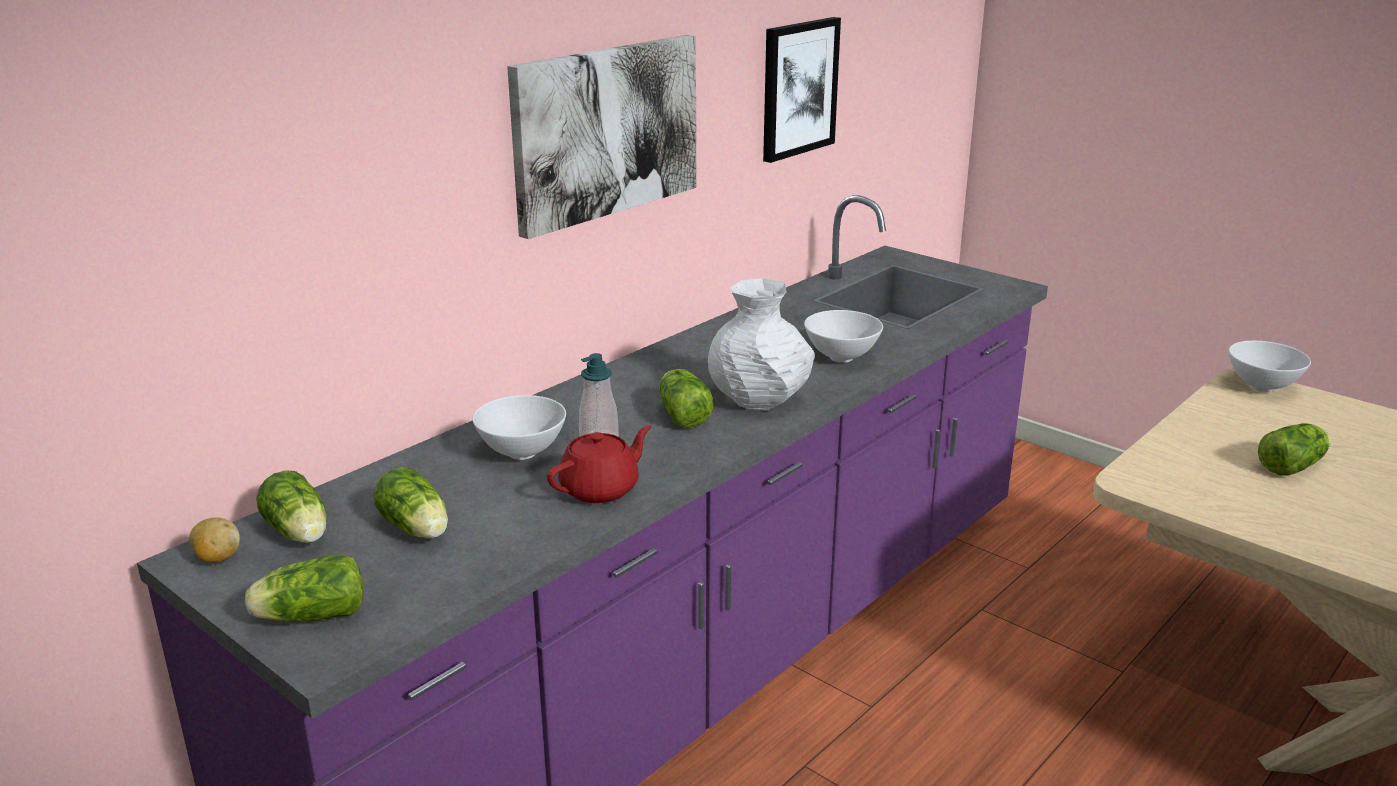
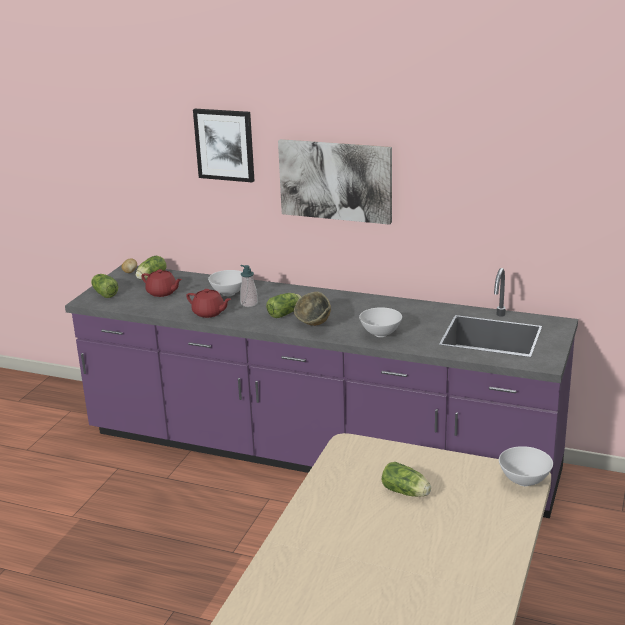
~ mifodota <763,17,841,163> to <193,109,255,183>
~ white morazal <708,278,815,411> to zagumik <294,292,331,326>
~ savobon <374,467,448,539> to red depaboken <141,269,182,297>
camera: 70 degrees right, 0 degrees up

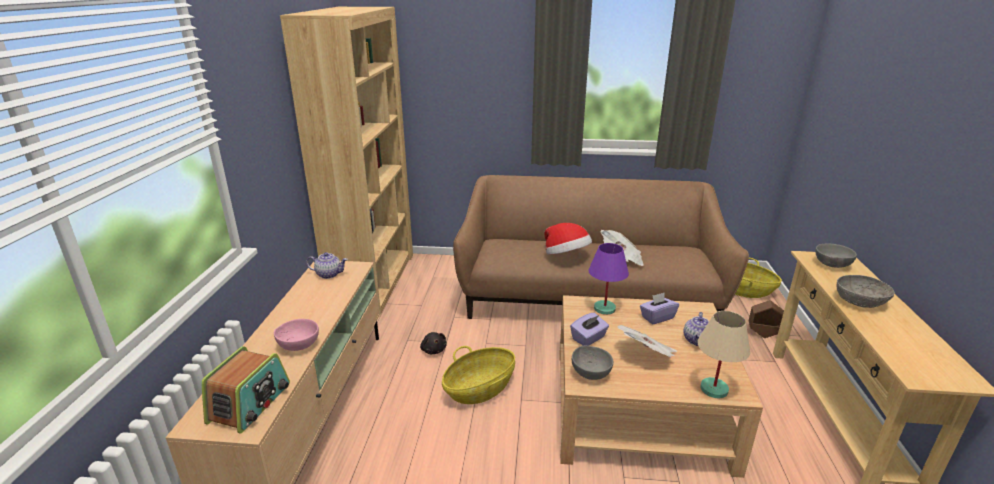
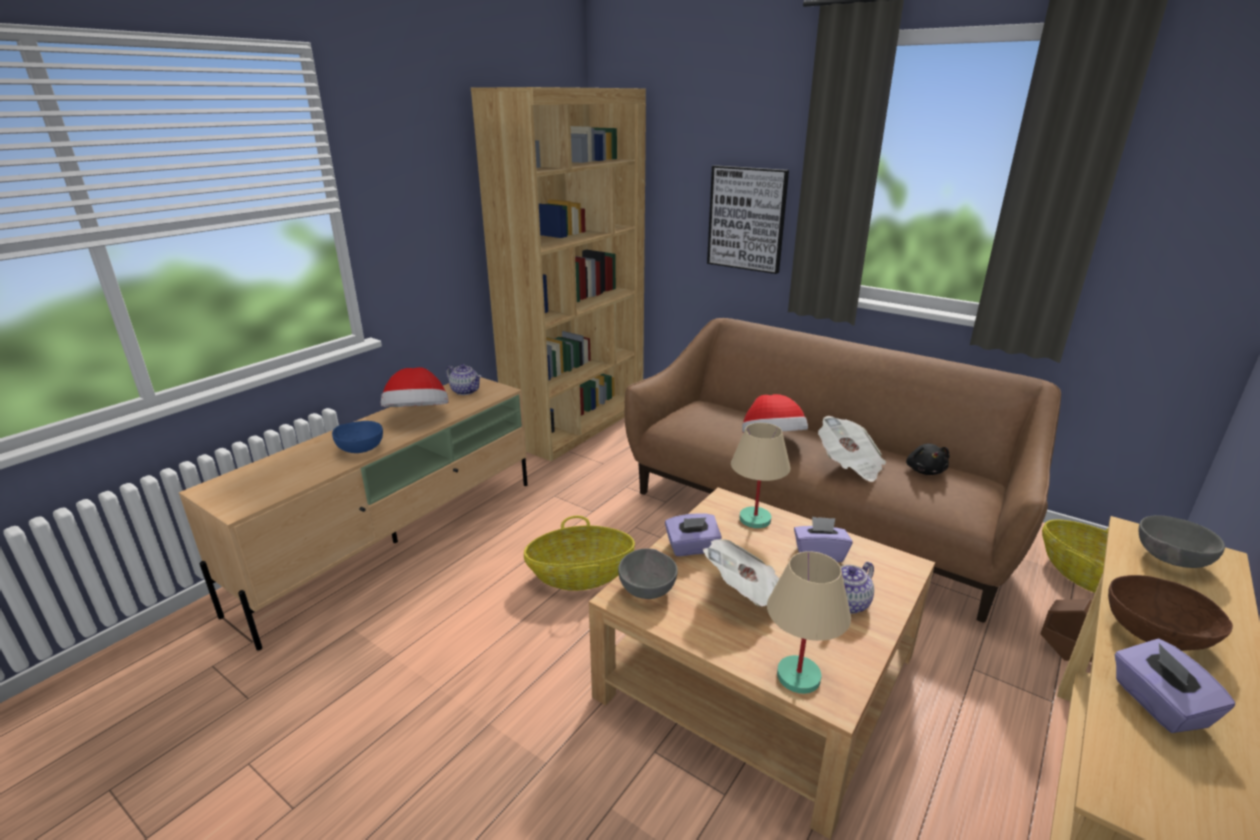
~ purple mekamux <588,243,629,315> to beige mekamux <731,423,791,529>
~ grey zagumik <836,275,895,308> to brown zagumik <1108,575,1233,651>
~ pink zagumik <274,319,319,351> to blue zagumik <332,421,383,453>
~ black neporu <420,332,447,354> to <906,443,950,475>
- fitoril <201,346,290,434>
+ mifodota <707,165,789,274>
+ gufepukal <381,367,449,407>
+ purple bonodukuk <1115,638,1235,733>
camera: 30 degrees right, 0 degrees up

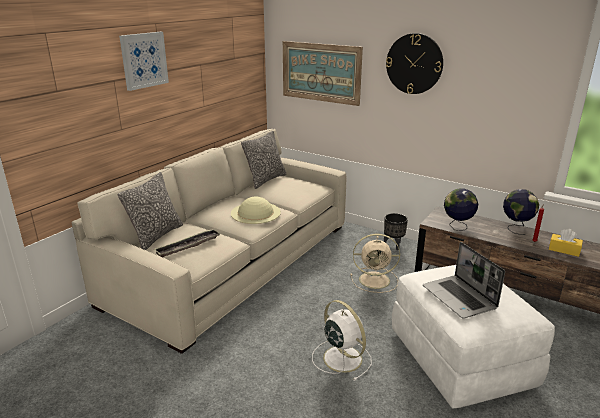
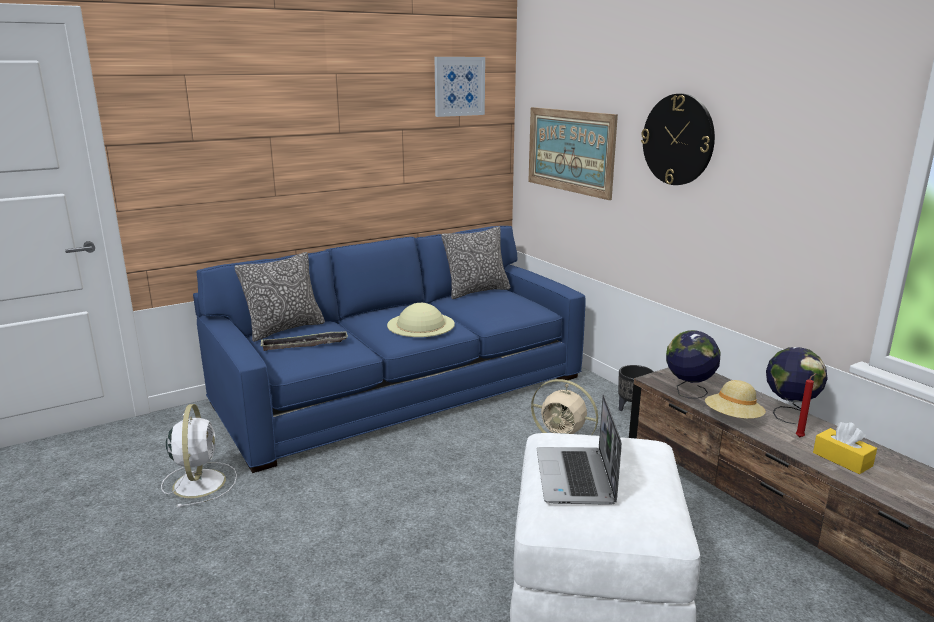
~ mifodota <119,32,169,91> to <435,57,485,117>
~ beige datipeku <71,129,346,354> to blue datipeku <193,226,586,473>
~ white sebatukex <312,300,372,381> to <161,404,237,508>
+ beige gufepukal <705,380,766,419>
camera: 25 degrees right, 5 degrees down

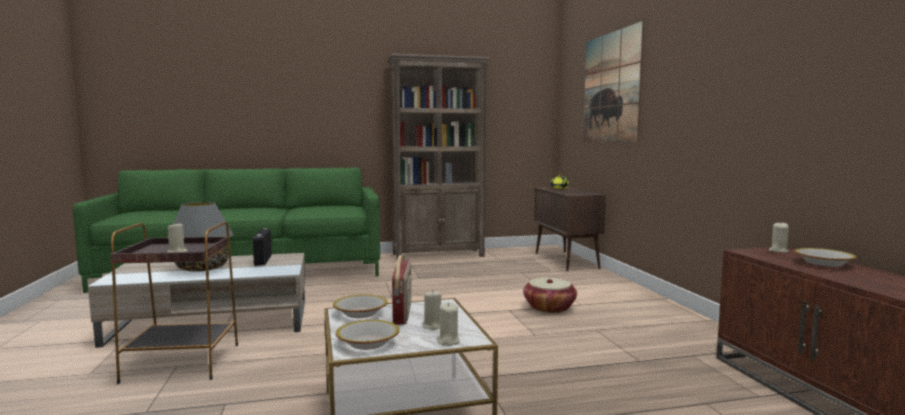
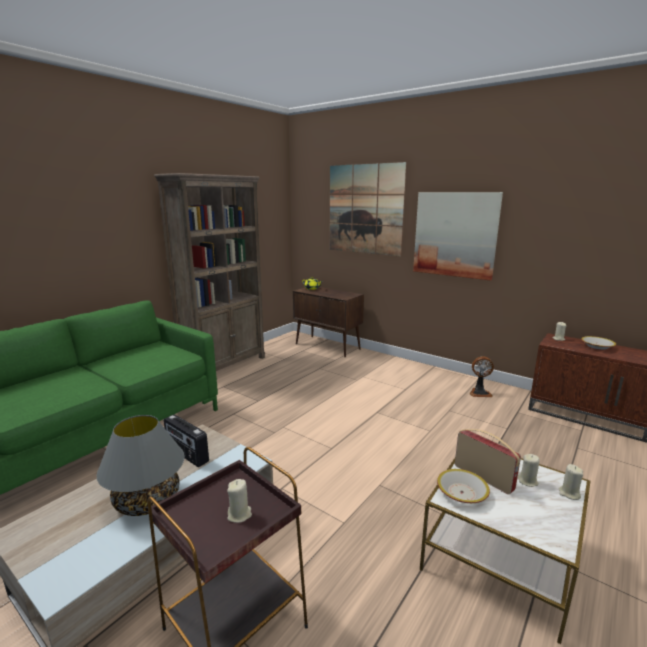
- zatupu <523,277,577,313>
- zagumik <336,320,399,350>
+ mifodota <413,192,503,281>
+ sebatukex <470,356,494,397>
camera: 40 degrees left, 10 degrees up

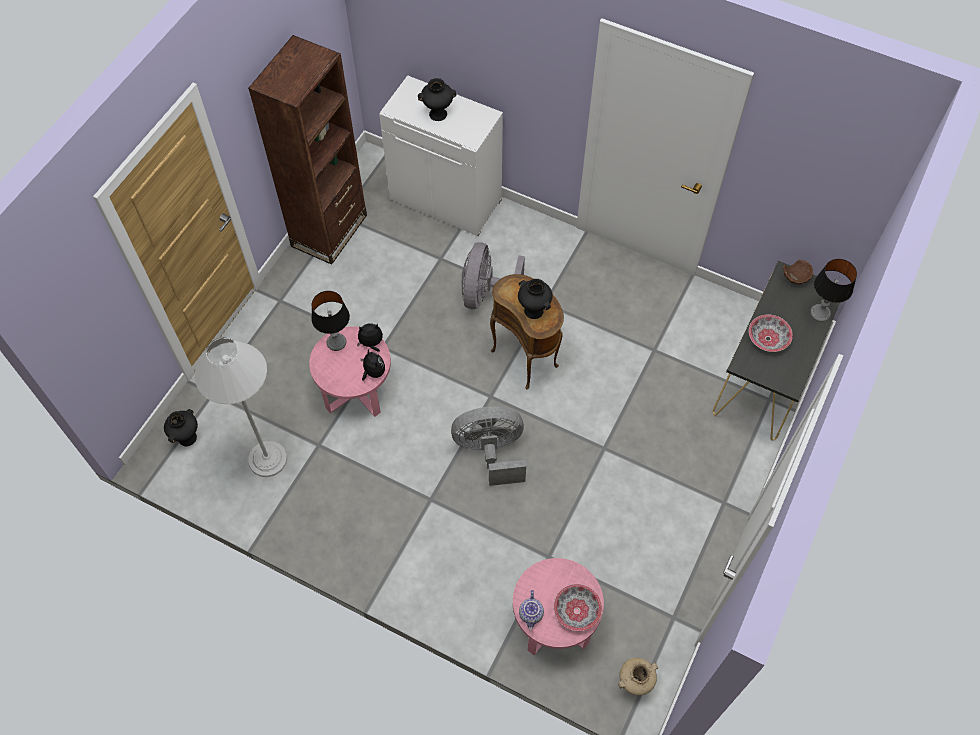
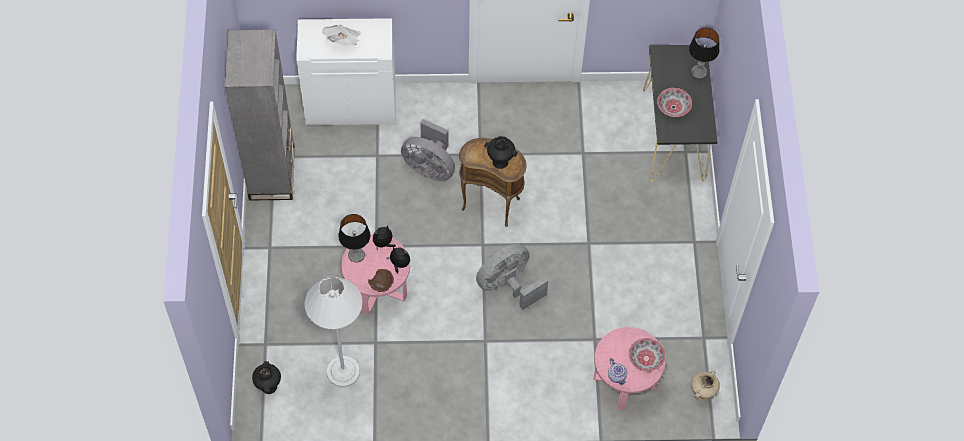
~ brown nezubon <248,35,367,265> to grey nezubon <225,30,295,201>
~ black morazal <418,78,456,121> to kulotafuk <322,24,361,46>
~ grey sebatukex <461,242,525,309> = <401,119,455,182> 45 degrees counterclockwise
~ brown zagumik <783,260,813,284> to <368,269,394,292>
camera: 30 degrees left, 0 degrees up

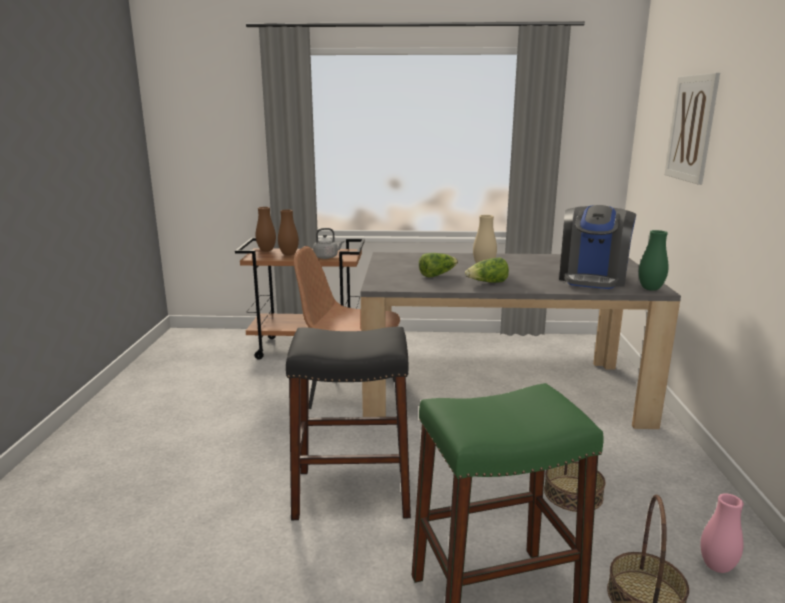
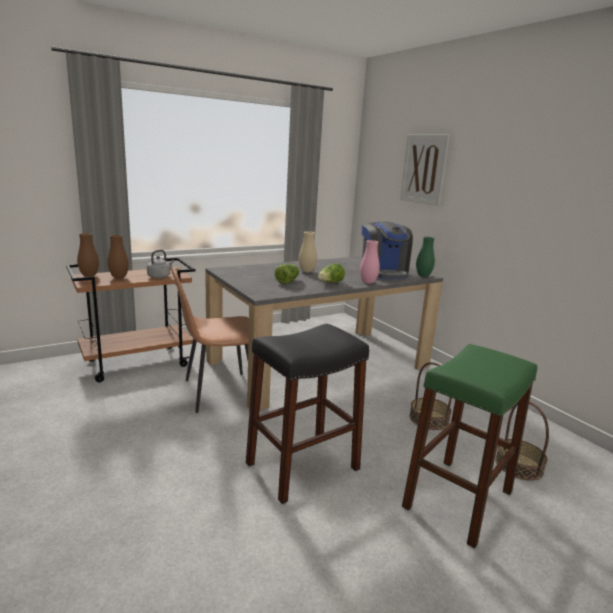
~ pink morazal <700,493,744,573> to <360,240,380,284>
camera: 35 degrees left, 0 degrees up

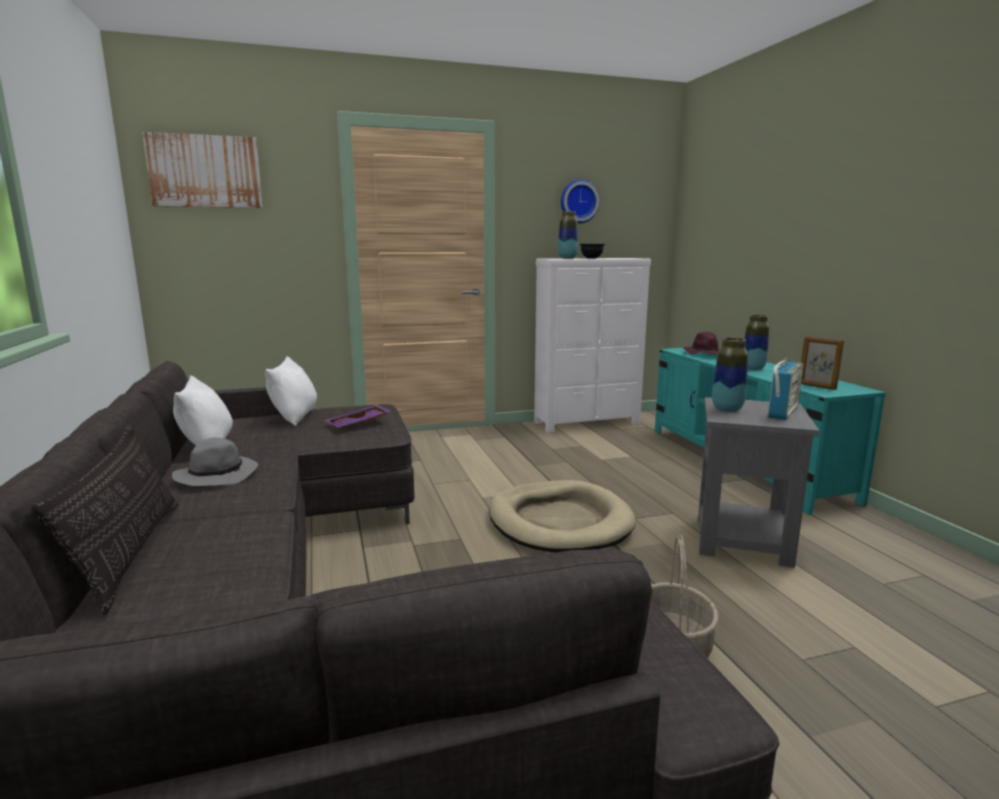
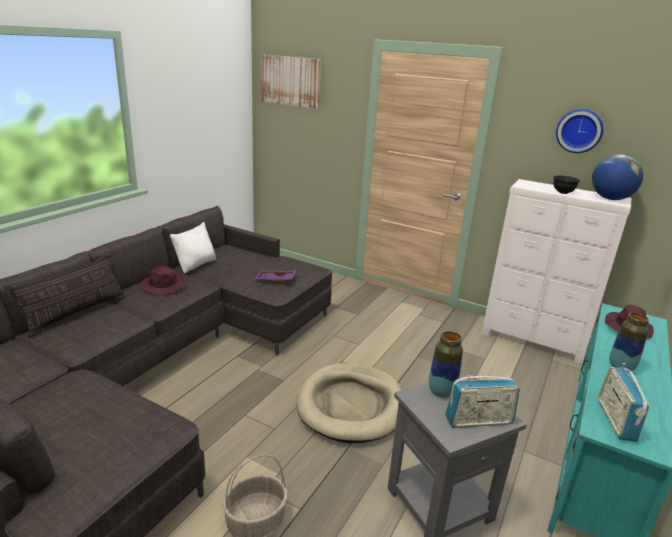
- morazal <558,211,578,259>
~ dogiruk <801,336,844,390> to fitoril <598,363,650,442>
- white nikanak <265,356,317,426>
~ grey gufepukal <172,438,258,486> to purple gufepukal <140,266,186,295>
+ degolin <592,154,643,200>
camera: 45 degrees right, 10 degrees up

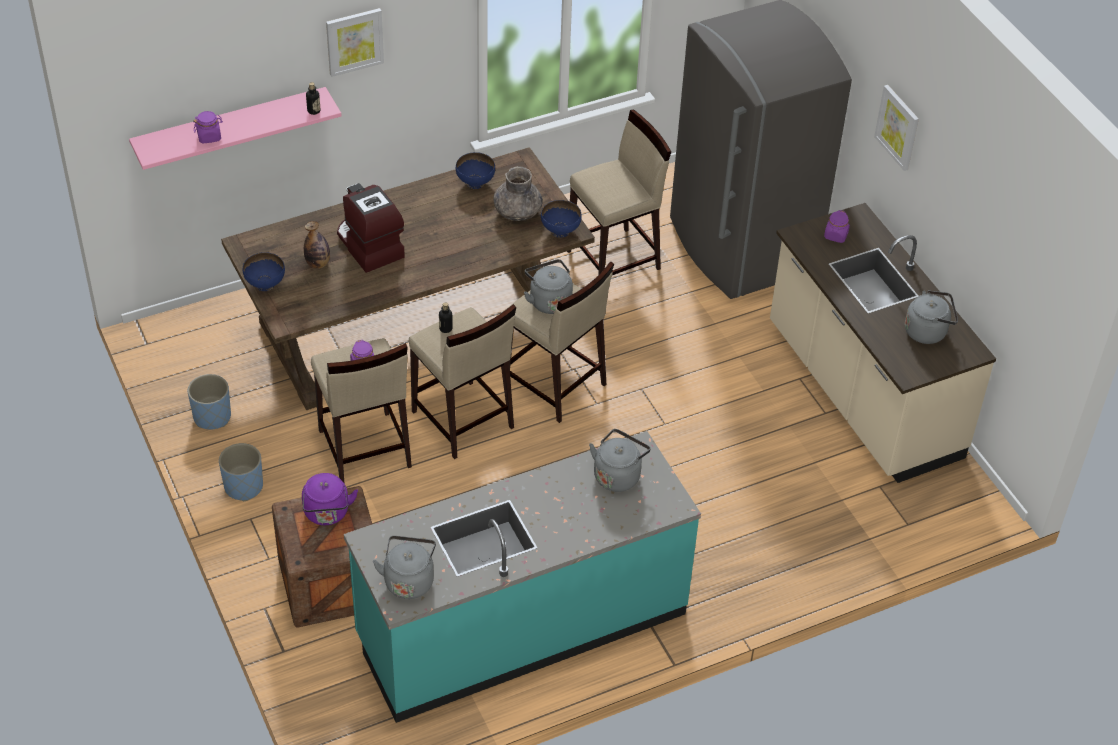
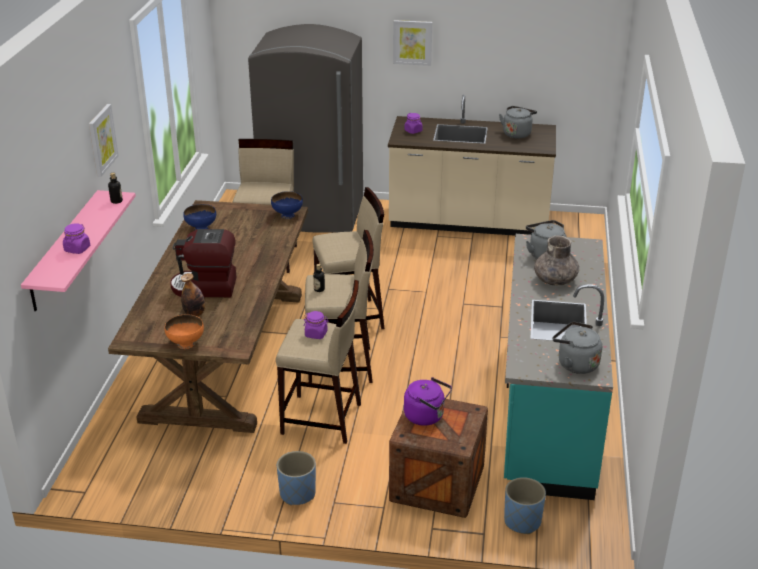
~ grey morazal <493,166,543,221> to <534,236,579,286>
~ blue zagumik <243,252,285,291> to orange zagumik <165,314,204,349>
- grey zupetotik <524,259,573,314>
~ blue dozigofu <188,374,231,430> to <504,477,546,534>
camera: 55 degrees left, 15 degrees down

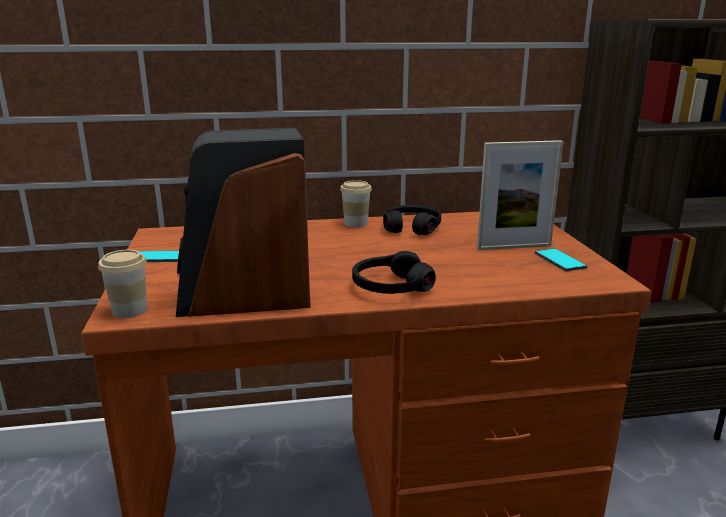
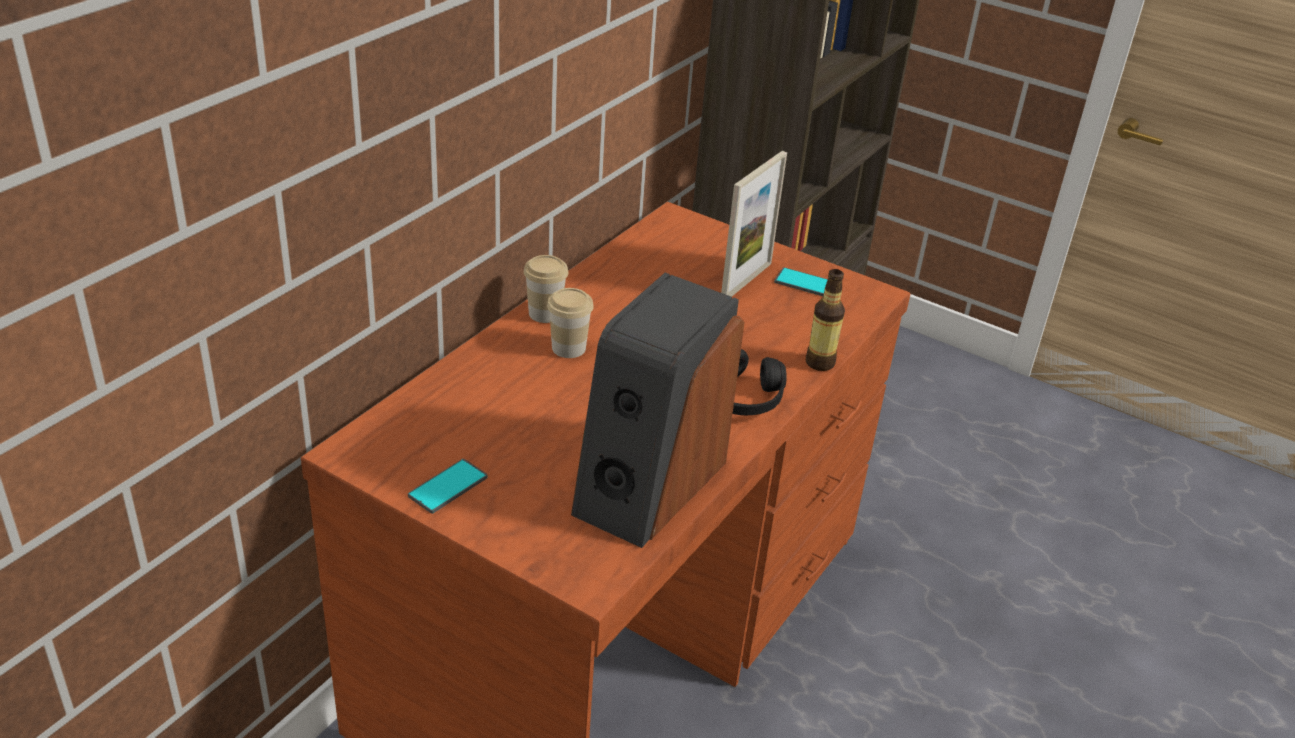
- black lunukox <383,205,441,235>
~ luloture <98,250,147,318> to <547,288,594,358>
+ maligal <806,269,845,371>
camera: 50 degrees left, 15 degrees up

